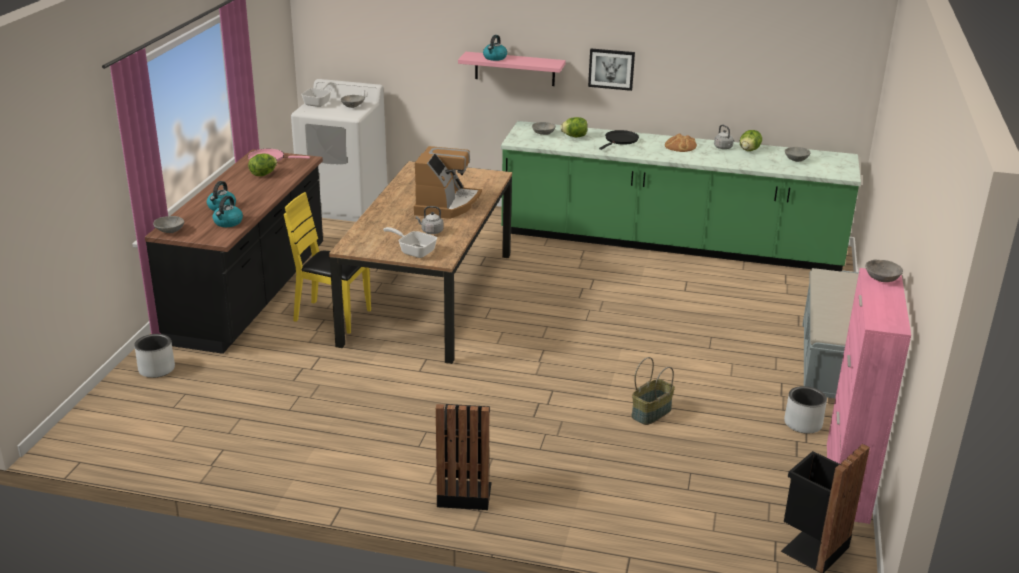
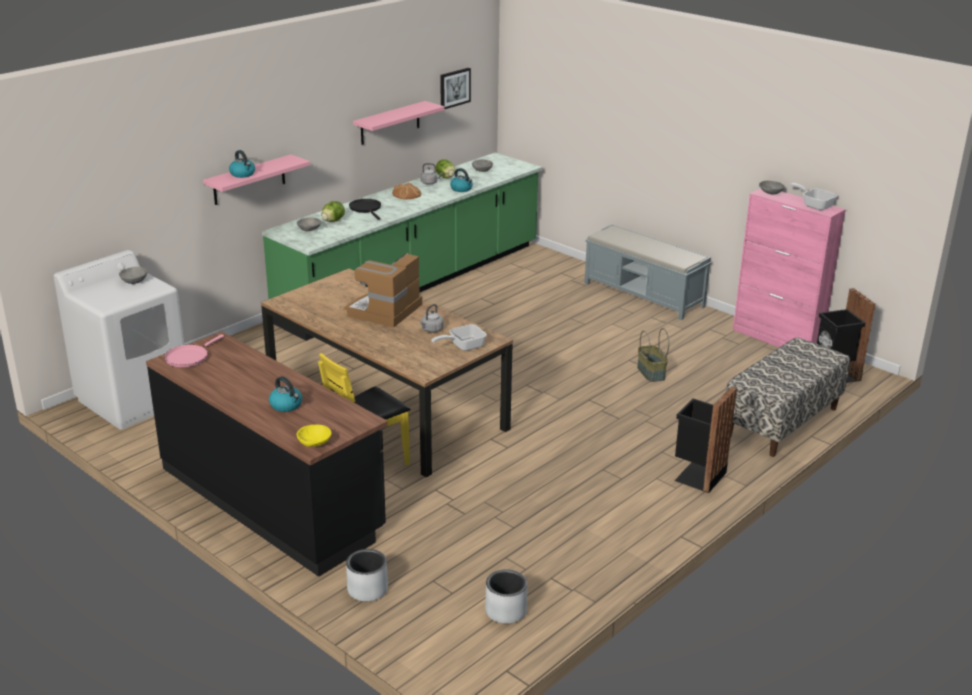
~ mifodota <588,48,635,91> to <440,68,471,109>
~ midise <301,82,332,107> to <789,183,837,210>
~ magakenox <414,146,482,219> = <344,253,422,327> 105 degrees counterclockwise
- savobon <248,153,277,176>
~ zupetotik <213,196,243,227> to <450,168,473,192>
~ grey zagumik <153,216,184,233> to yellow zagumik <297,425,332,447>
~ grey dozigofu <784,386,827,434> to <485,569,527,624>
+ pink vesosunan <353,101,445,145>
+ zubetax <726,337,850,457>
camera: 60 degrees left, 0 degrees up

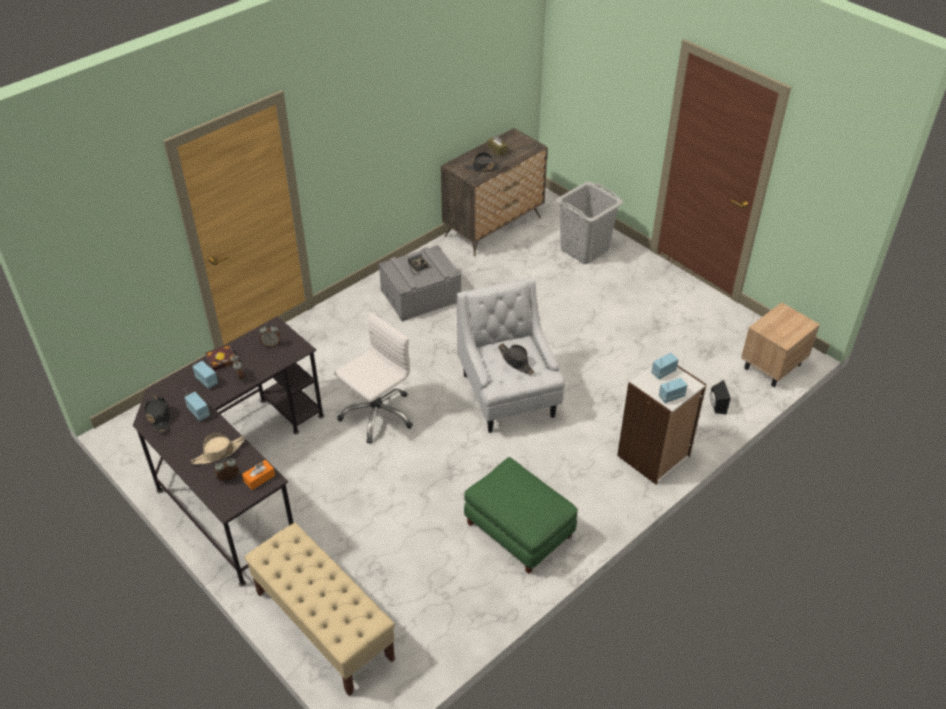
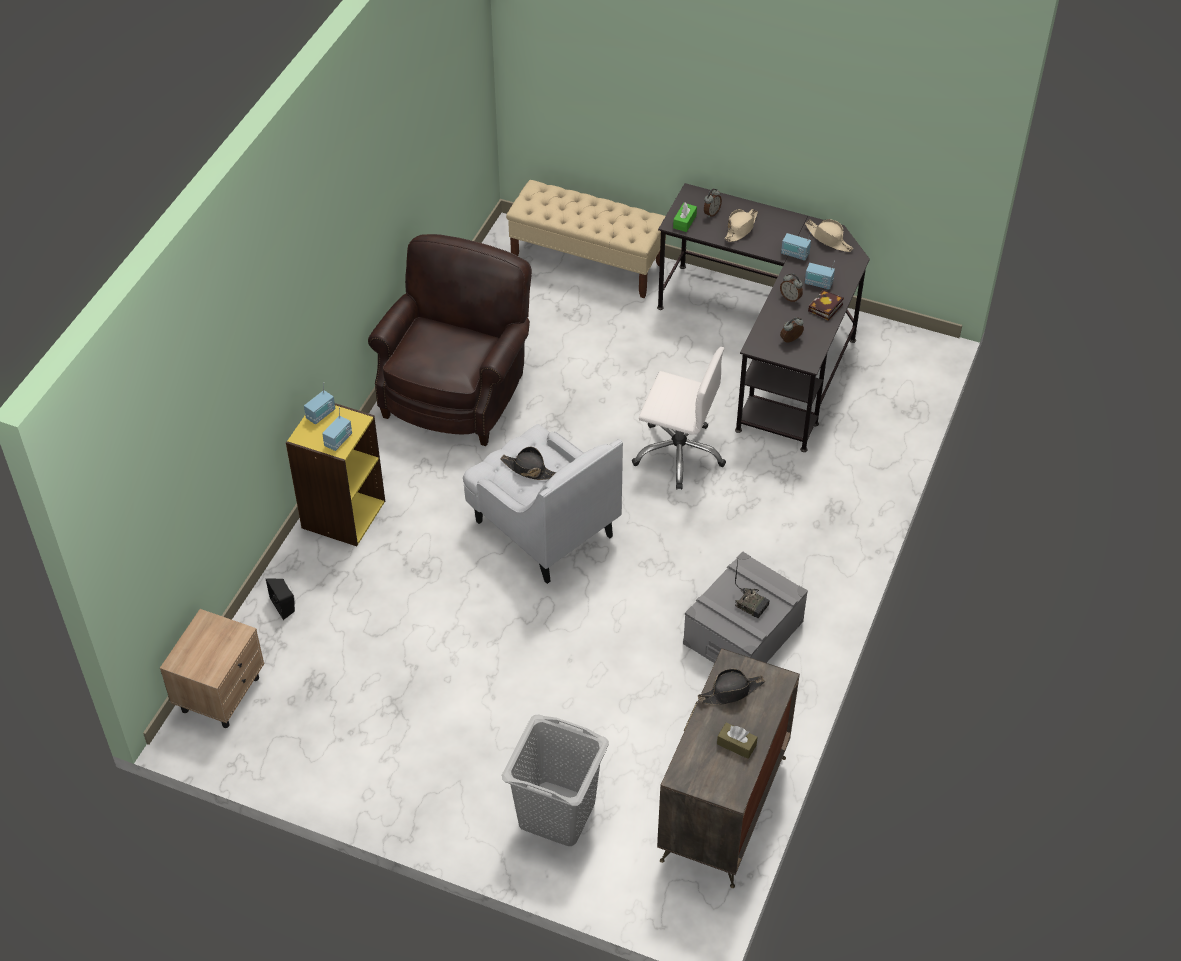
~ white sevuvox <334,312,413,444> = <632,347,726,490> 90 degrees counterclockwise
~ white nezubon <617,365,707,485> to yellow nezubon <286,403,385,546>
~ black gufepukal <144,395,170,432> to beige gufepukal <805,219,853,252>
~ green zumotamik <464,457,578,574> to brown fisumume <368,234,532,446>
~ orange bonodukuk <242,460,275,490> to green bonodukuk <673,202,697,232>
camera: 155 degrees right, 5 degrees up

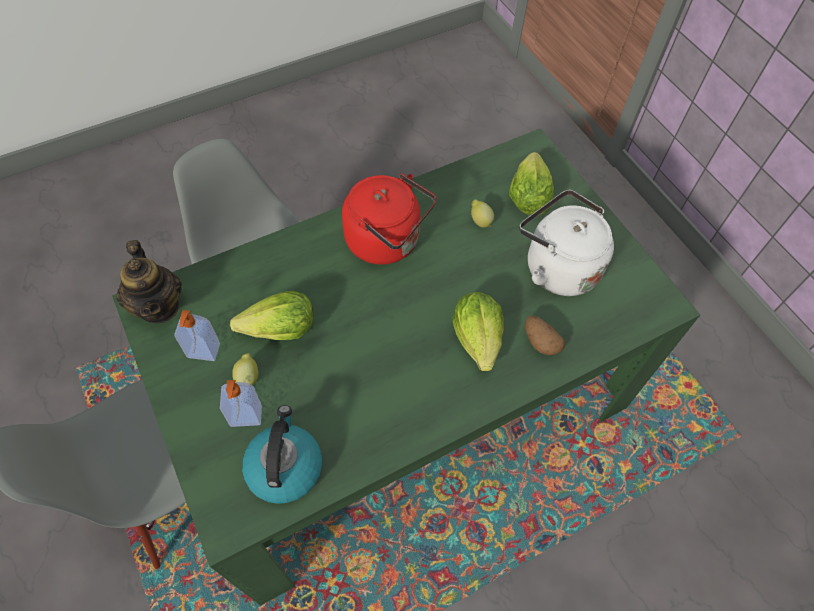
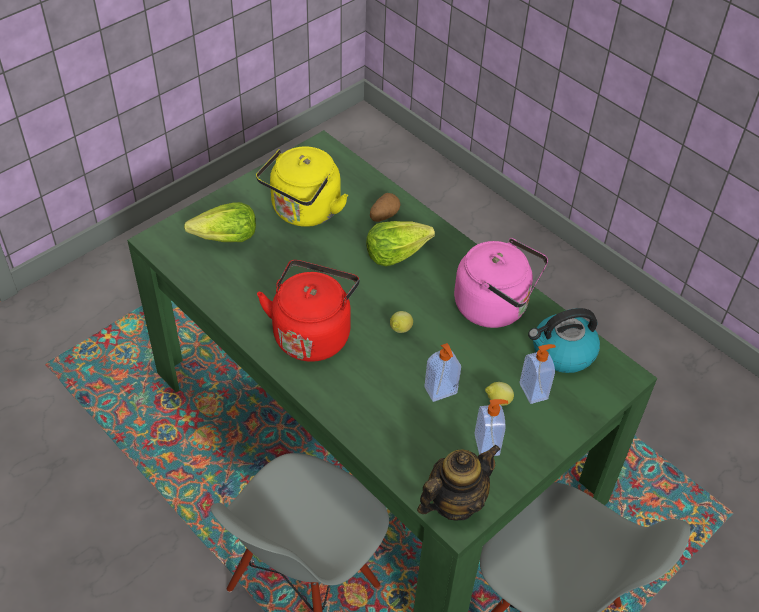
~ white zupetotik <519,190,614,296> to yellow zupetotik <256,146,348,227>
~ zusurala <471,199,494,228> to <390,311,413,333>
~ savobon <230,291,313,340> to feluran <424,343,461,402>
+ pink zupetotik <454,238,548,328>
camera: 105 degrees left, 10 degrees down

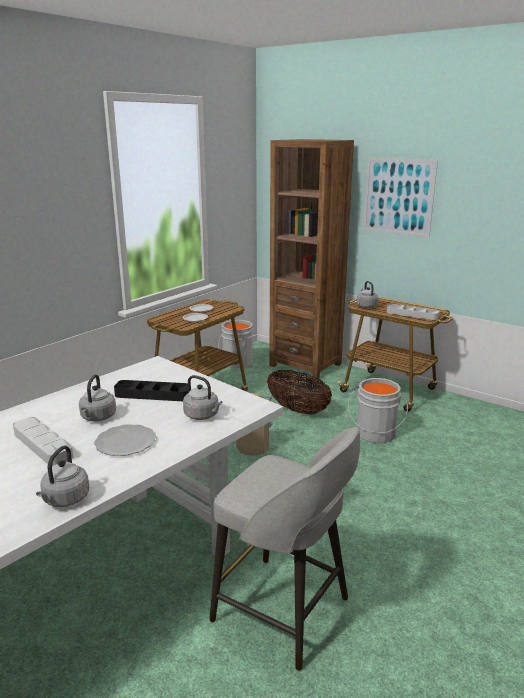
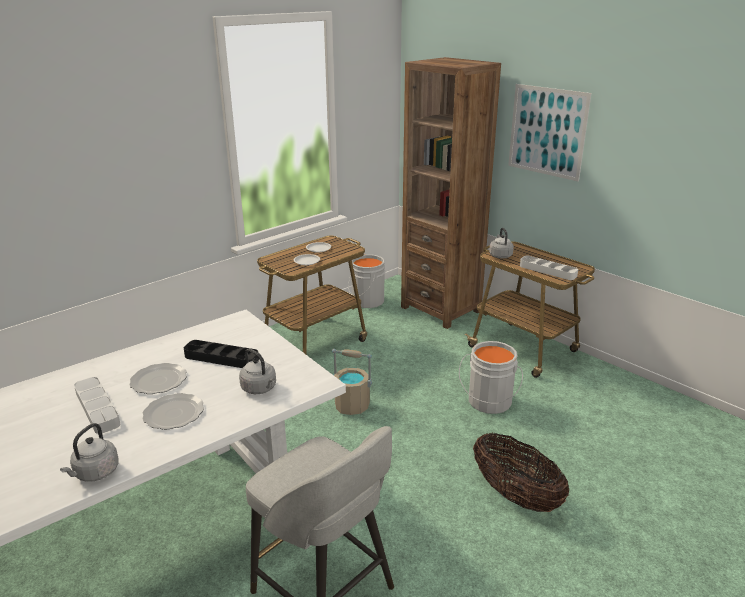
~ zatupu <267,370,332,414> to <473,433,569,512>
~ grey zupetotik <79,374,116,422> to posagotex <129,363,187,394>
camera: 10 degrees right, 5 degrees up

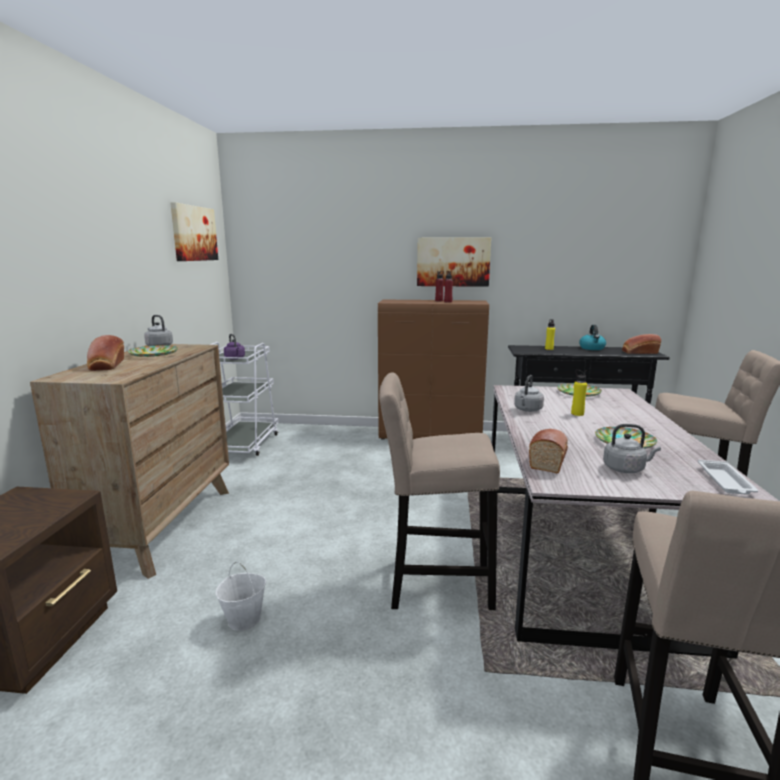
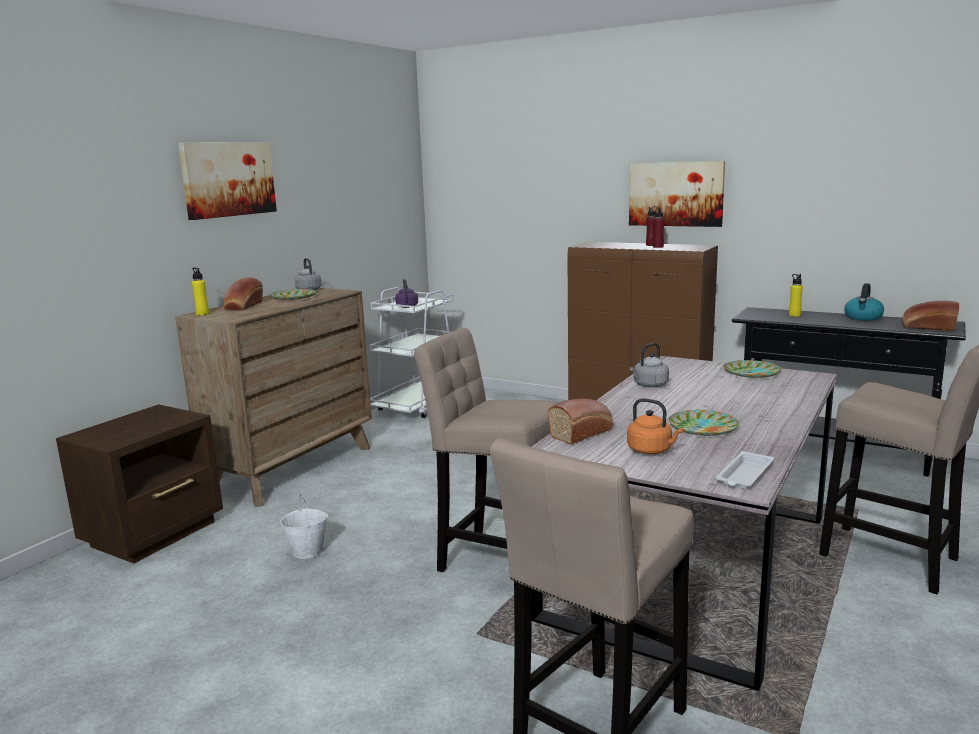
~ mifodota <170,202,218,261> to <178,142,277,220>
~ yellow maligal <571,370,587,416> to <192,267,209,315>
~ grey zupetotik <603,424,661,473> to orange zupetotik <627,398,683,454>
camera: 25 degrees right, 0 degrees up

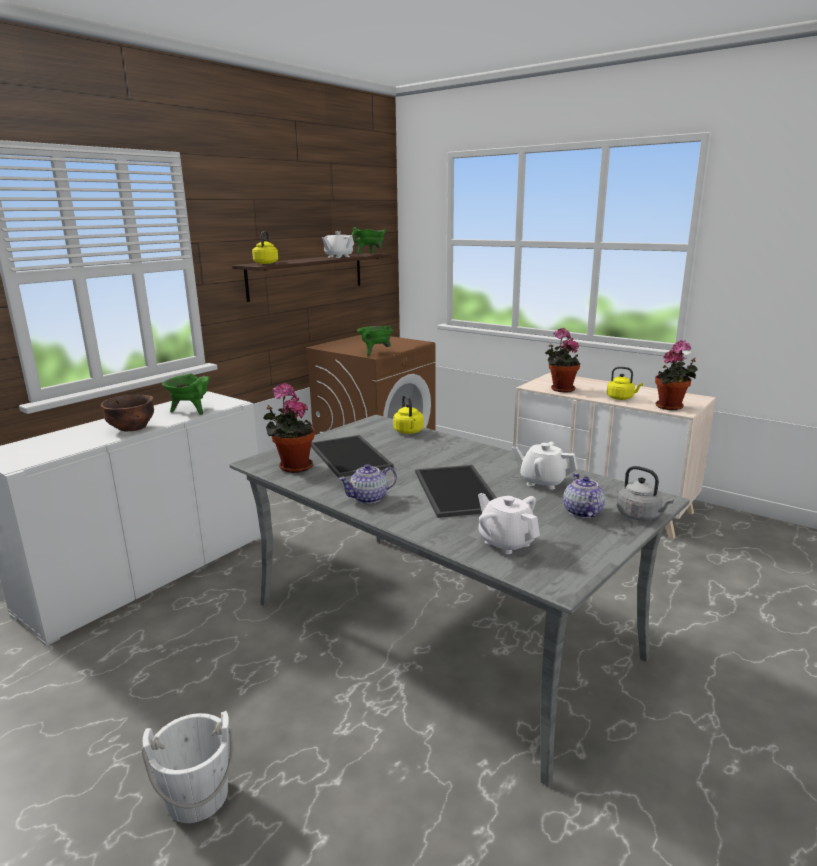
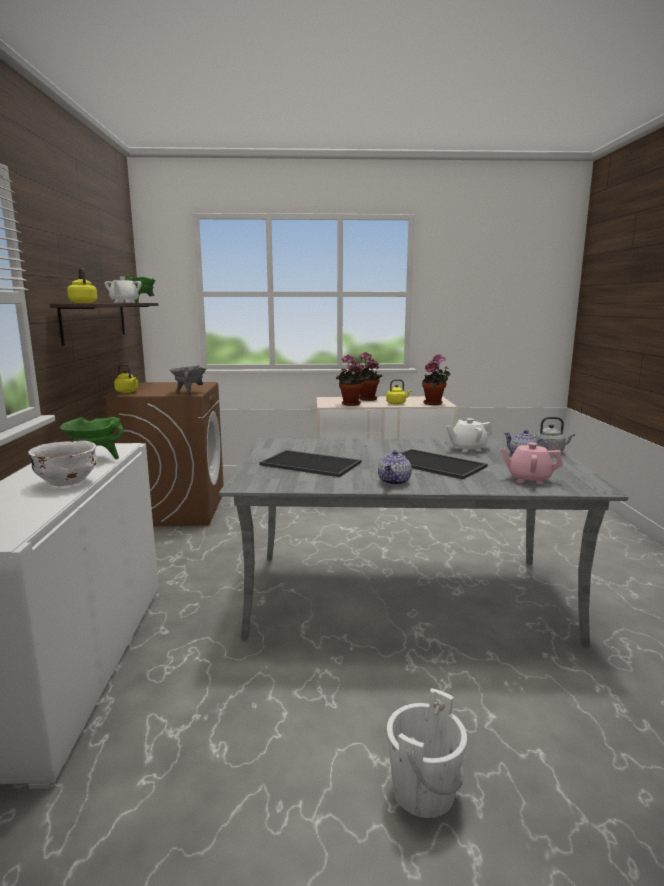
~ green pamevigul <357,326,393,356> to grey pamevigul <170,365,206,395>
~ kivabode <263,383,315,473> to <355,352,382,401>
~ brown zagumik <101,394,154,431> to white zagumik <28,441,97,486>
~ yellow zupetotik <393,394,424,434> to <114,364,138,393>
~ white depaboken <478,493,540,554> to pink depaboken <500,443,563,485>
camera: 40 degrees left, 5 degrees down

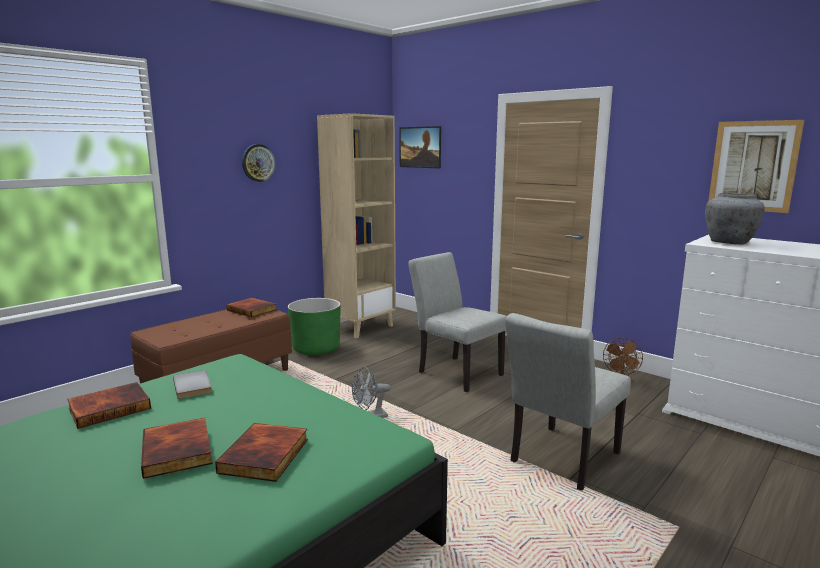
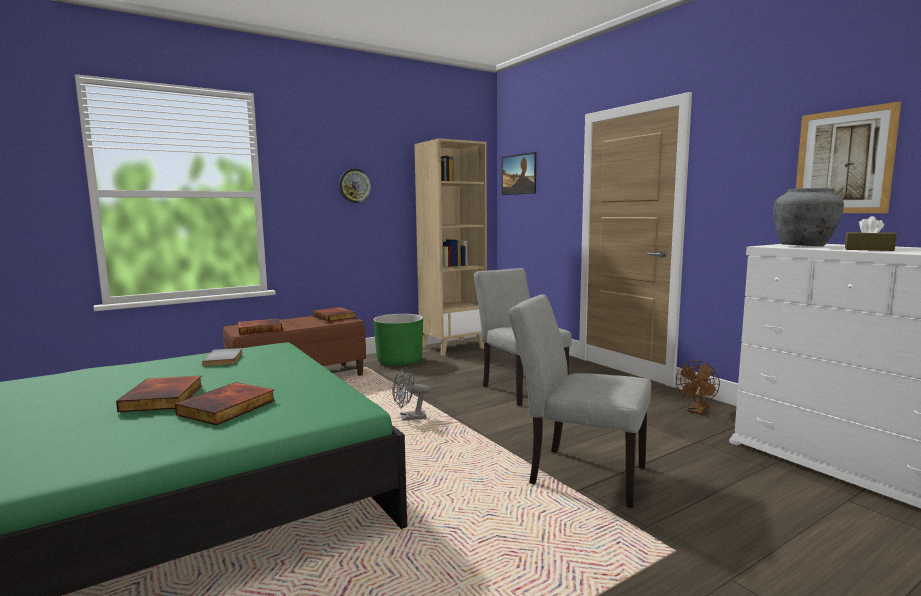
~ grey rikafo <505,313,631,491> = <509,294,651,508> 60 degrees clockwise
~ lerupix <67,382,151,429> to <238,319,282,335>
+ brown bonodukuk <845,216,897,251>
camera: 15 degrees right, 5 degrees down

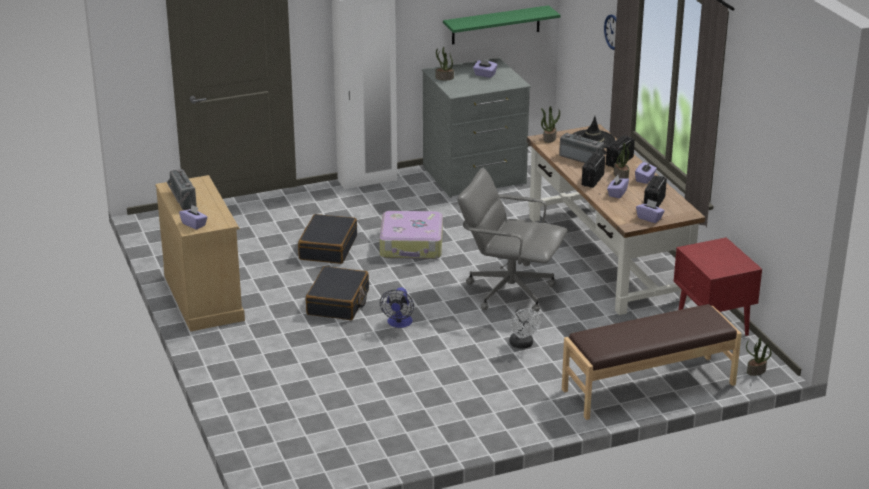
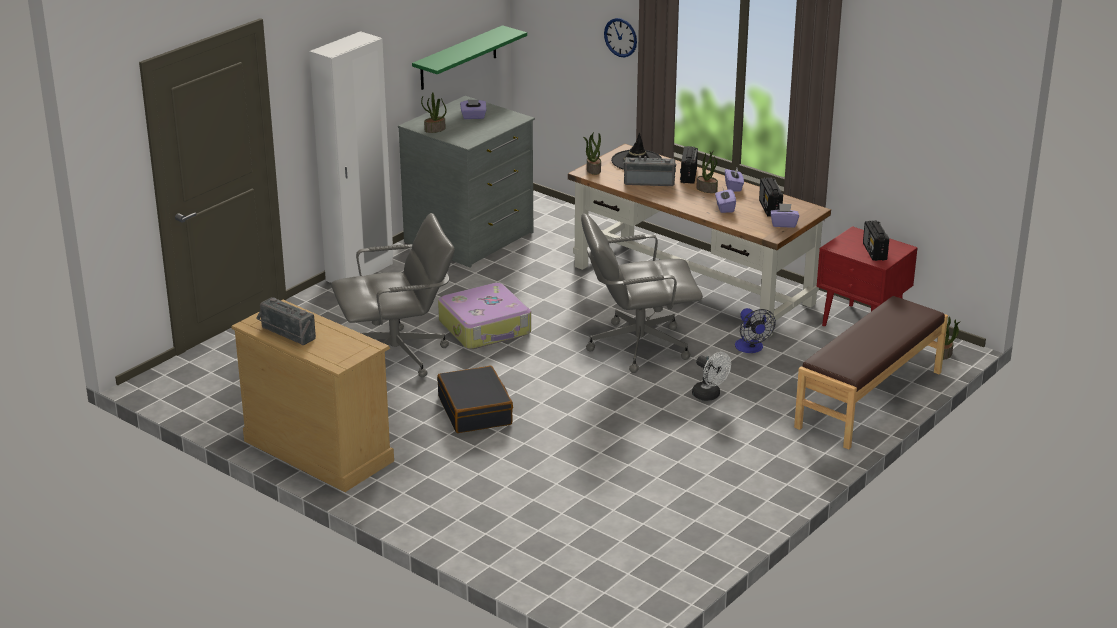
~ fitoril <582,153,605,188> to <863,220,889,261>
- purple bonodukuk <179,205,208,230>
~ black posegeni <298,214,357,264> to grey sevuvox <331,213,455,377>
~ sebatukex <380,287,414,328> to <735,308,776,353>
camera: 30 degrees left, 0 degrees up

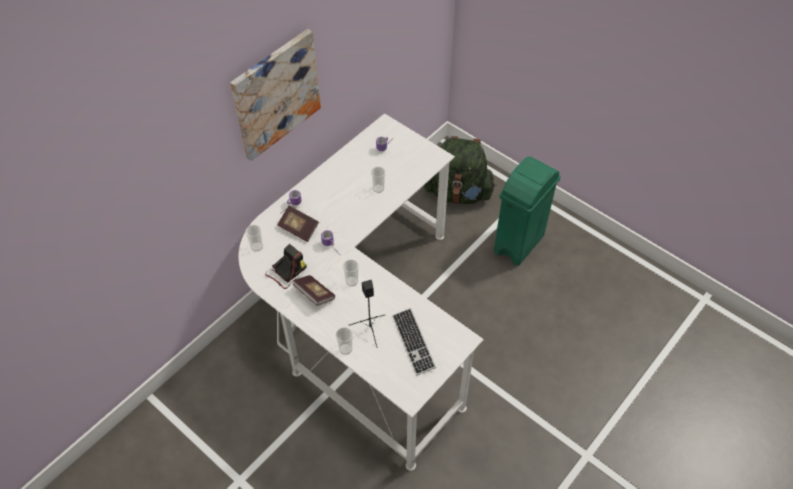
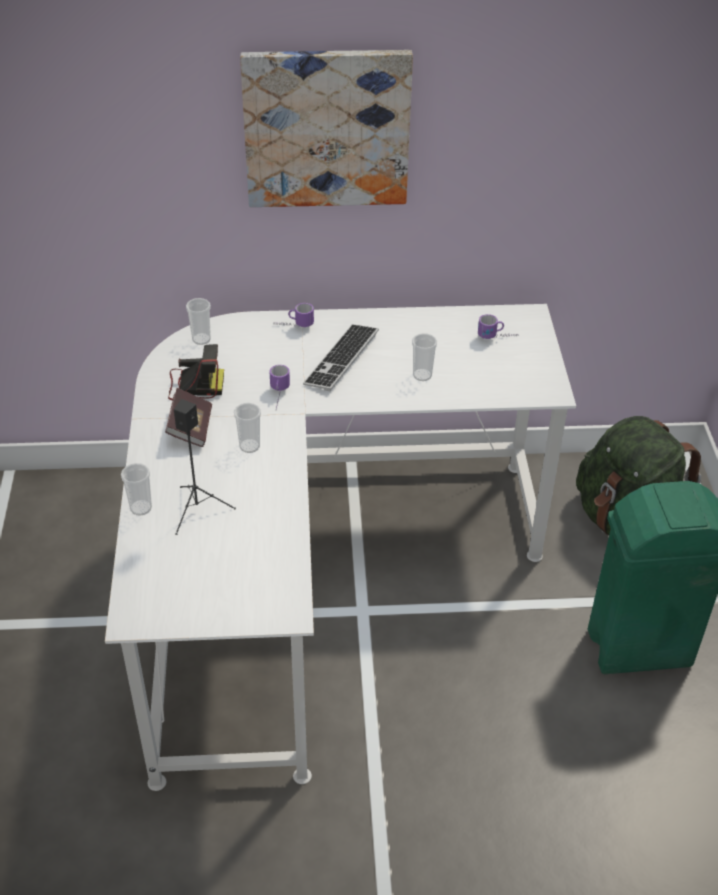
- lerupix <277,206,319,242>
~ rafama <392,308,436,376> to <303,324,379,391>
camera: 45 degrees right, 10 degrees down

